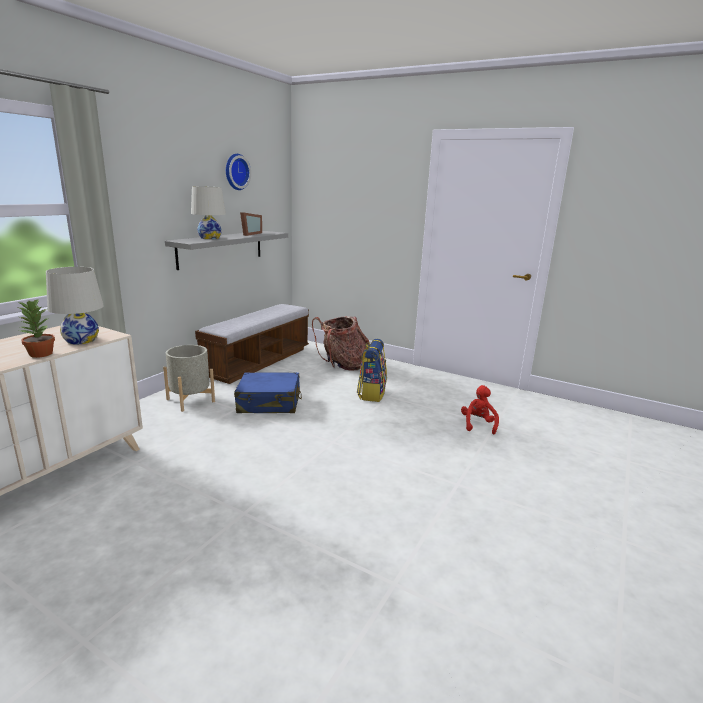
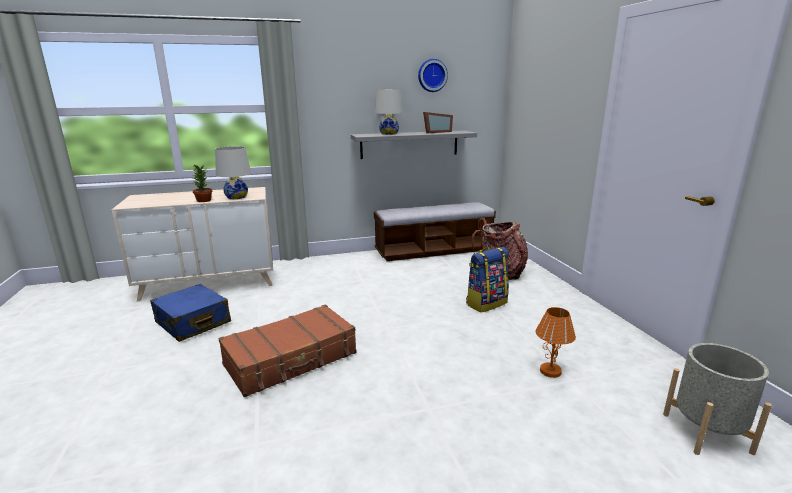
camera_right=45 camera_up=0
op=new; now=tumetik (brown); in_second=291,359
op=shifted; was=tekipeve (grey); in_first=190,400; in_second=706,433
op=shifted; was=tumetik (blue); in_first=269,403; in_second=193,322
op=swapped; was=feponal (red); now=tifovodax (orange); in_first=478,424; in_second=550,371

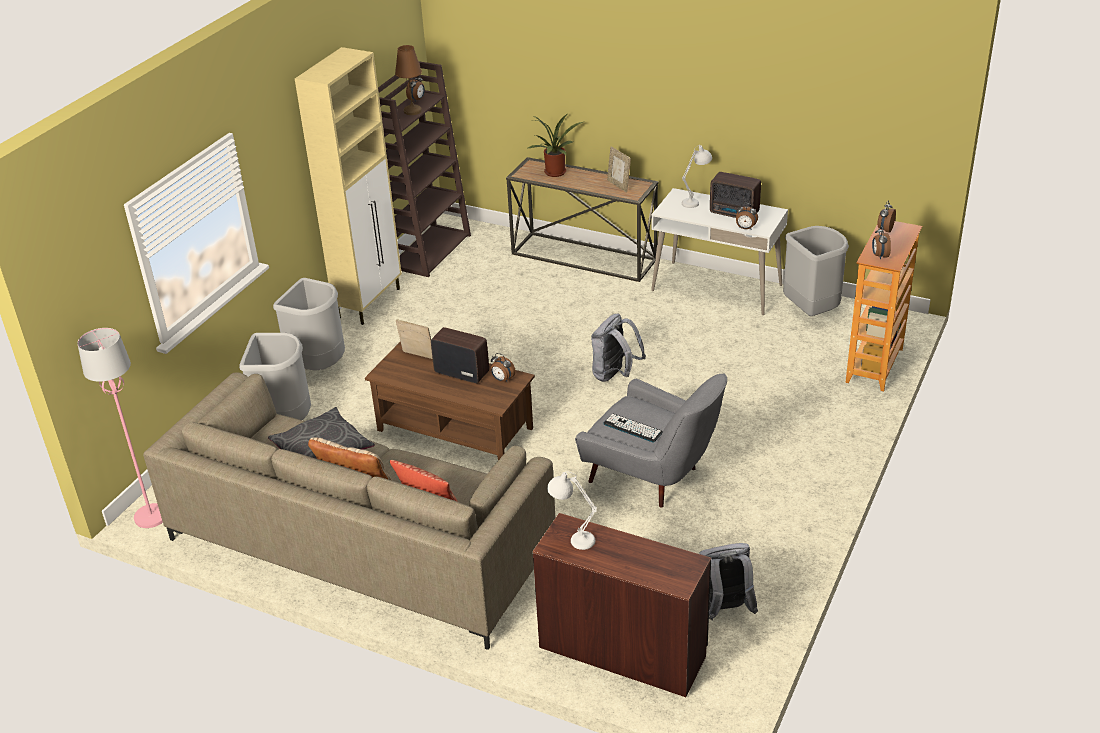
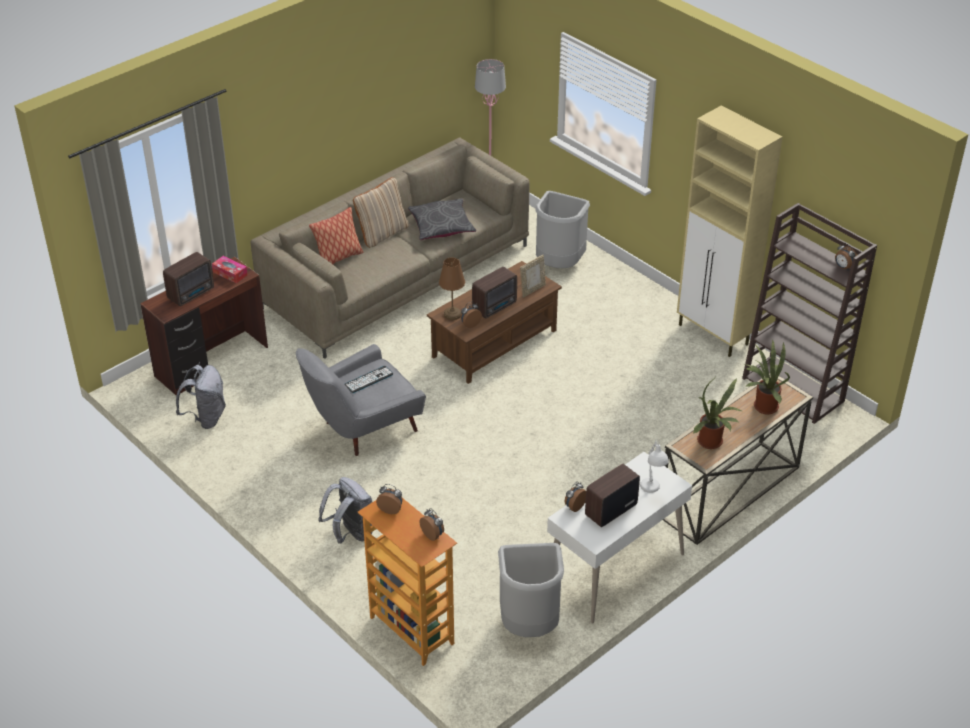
camera_right=110 camera_up=5
op=gone; was=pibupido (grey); in_first=319,367
op=new; now=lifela; in_second=192,293
op=shifted; was=tifovodax (brown); in_first=413,111; in_second=452,314
op=shifted; was=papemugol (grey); in_first=615,375; in_second=350,533
op=swapped; was=tifovodax (white); now=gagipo; in_first=572,539; in_second=230,273
op=swapped; was=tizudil; now=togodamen; in_first=619,185; in_second=712,443

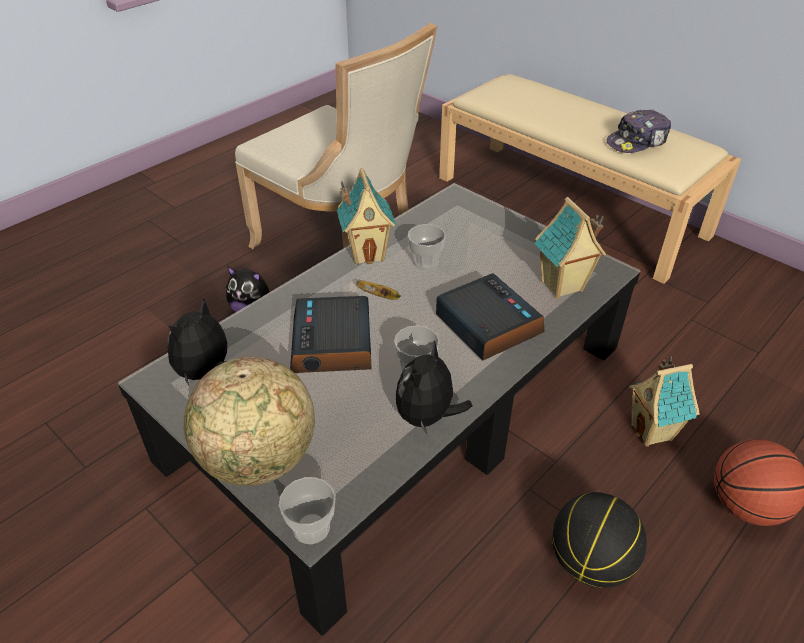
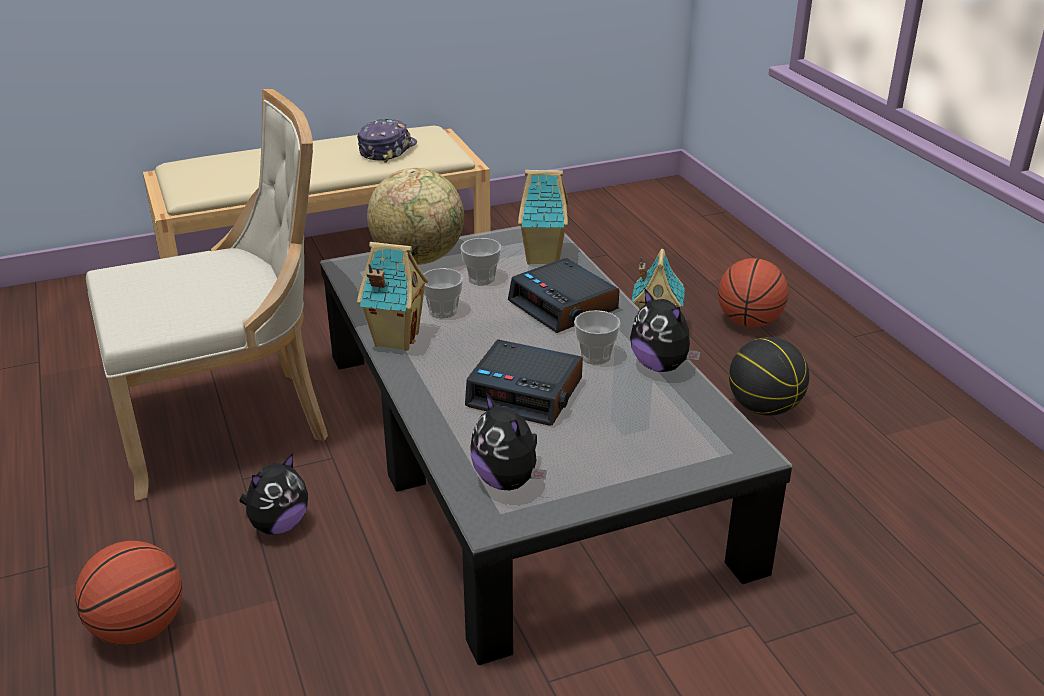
camera_right=-65 camera_up=-10
op=gone; was=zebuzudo; in_first=381,297
op=new; now=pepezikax; in_second=138,628
op=shifted; was=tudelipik; in_first=259,460; in_second=418,259
op=shifted; was=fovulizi; in_first=311,527; in_second=481,278
op=rotated; was=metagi; in_first=487,324; in_second=564,306; clockwise=-120
op=rotated; was=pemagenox; in_first=637,142; in_second=387,150; clockwise=-150

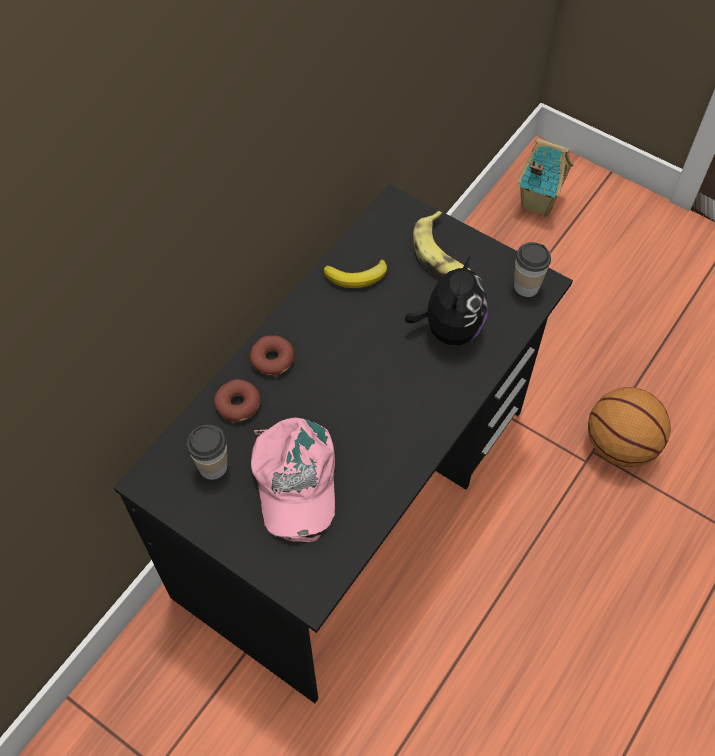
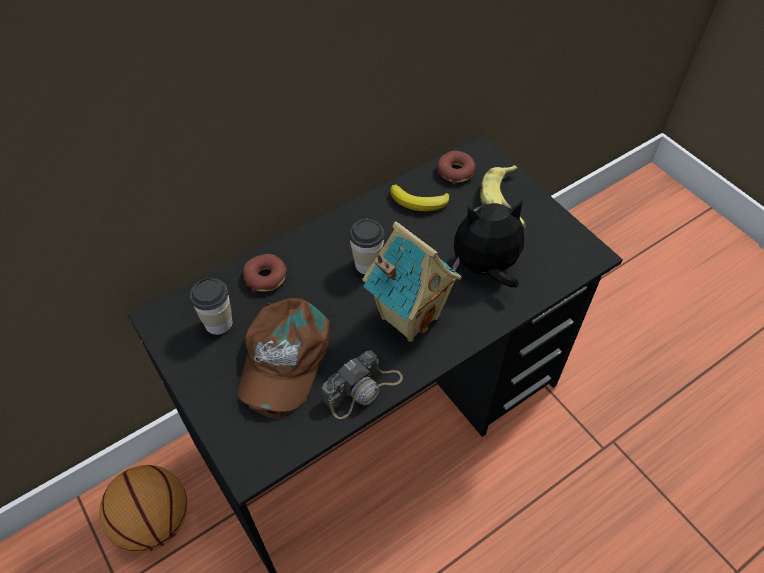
camera_right=20 camera_up=-5
op=new; now=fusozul; in_second=363,389
op=shifted; was=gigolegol; in_first=272,359; in_second=455,171
op=shifted; was=fovulizi; in_first=526,286; in_second=367,264
op=shifted; was=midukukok; in_first=537,202; in_second=409,316
op=shifted; was=pepezikax; in_first=620,445; in_second=155,521
op=repainted; was=pemagenox (pink); now=pemagenox (brown); in_first=294,481; in_second=283,358
op=rotated; was=feponal; in_first=449,328; in_second=485,268; clockwise=-135

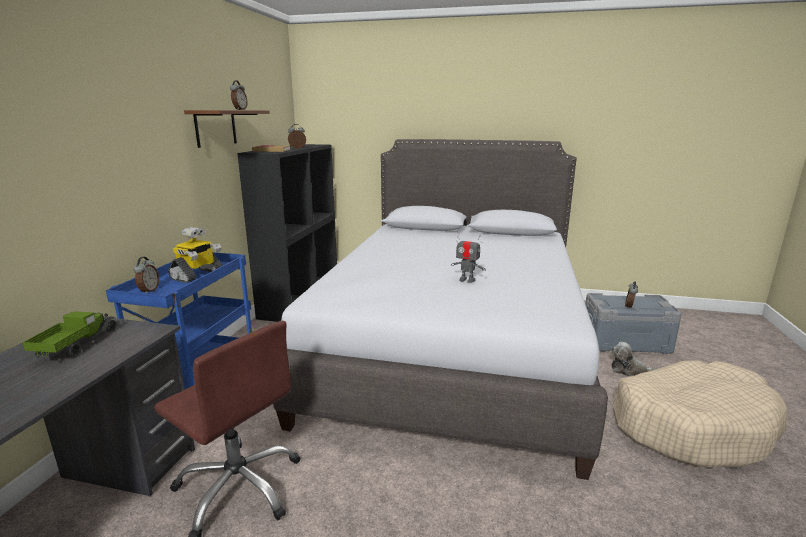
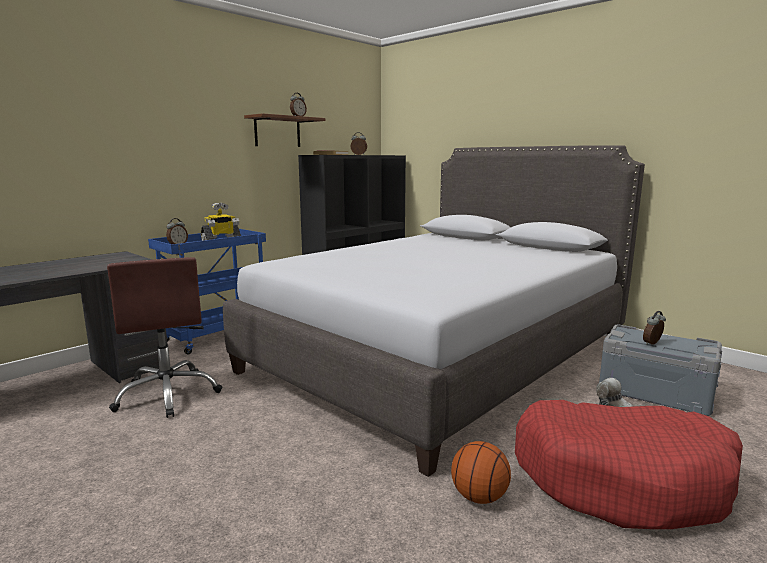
camera_right=30 camera_up=-5
op=gone; was=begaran; in_first=77,346
op=gone; was=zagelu; in_first=467,280
op=new; now=pepezikax; in_second=479,497
op=repainted; was=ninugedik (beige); now=ninugedik (red); in_first=690,425; in_second=622,479

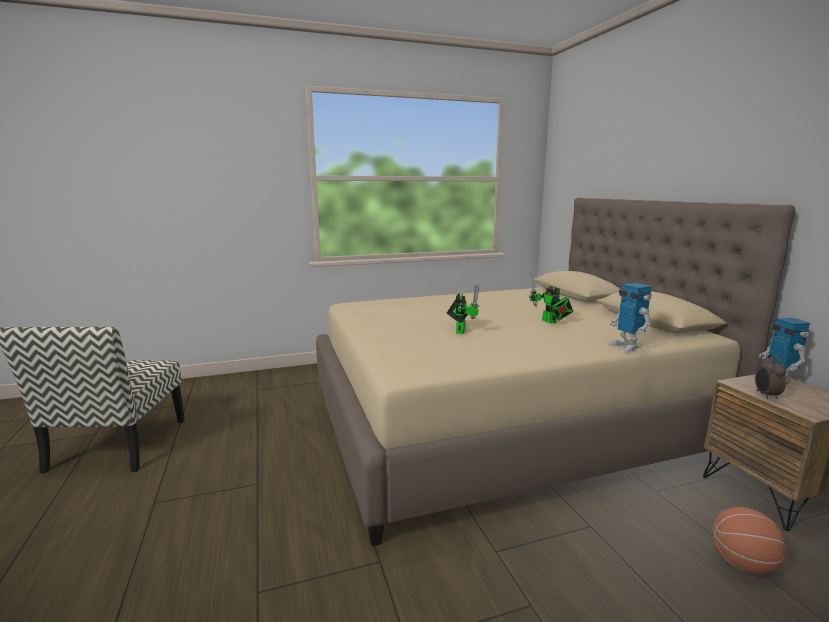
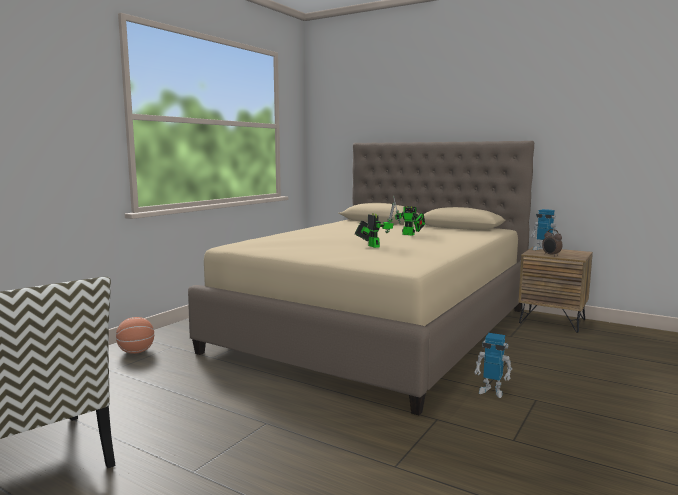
camera_right=-40 camera_up=-5
op=shifted; was=zagelu; in_first=626,346; in_second=491,391
op=shifted; was=pepezikax; in_first=741,563; in_second=136,352

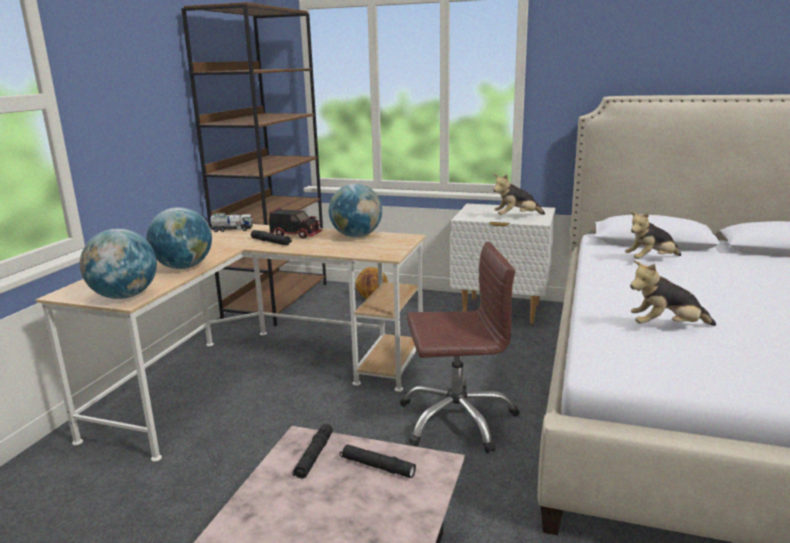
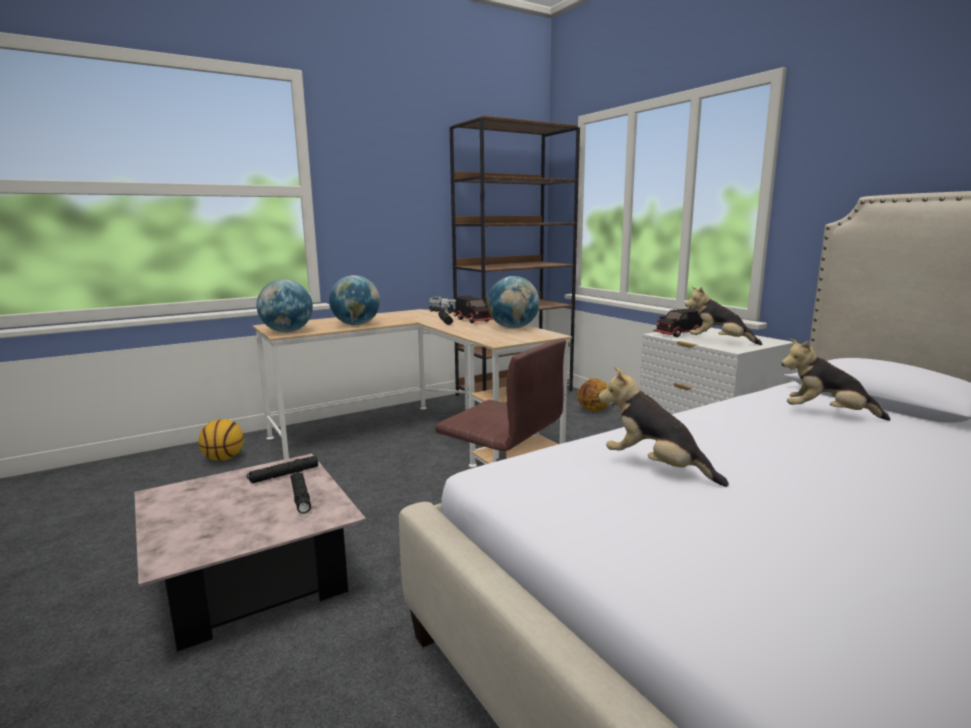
camera_right=40 camera_up=-5
op=new; now=pepezikax; in_second=224,458
op=new; now=begaran; in_second=680,334

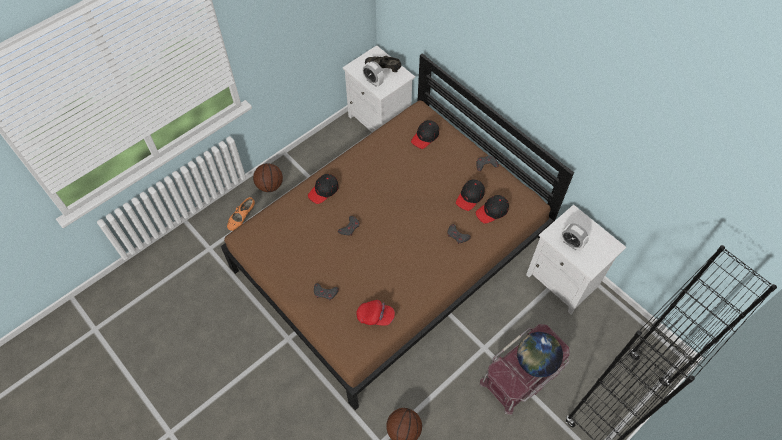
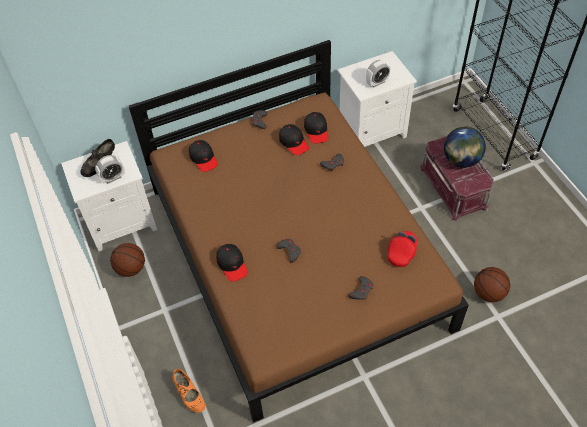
camera_right=-70 camera_up=-5
op=shifted; was=pepezikax; in_first=270,186; in_second=131,268

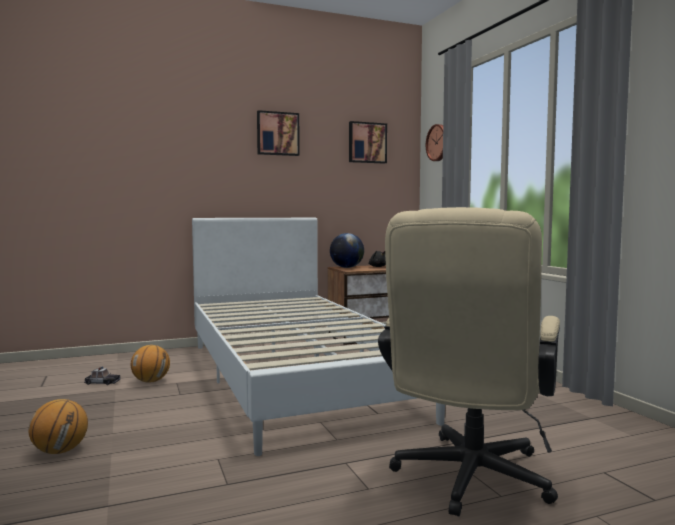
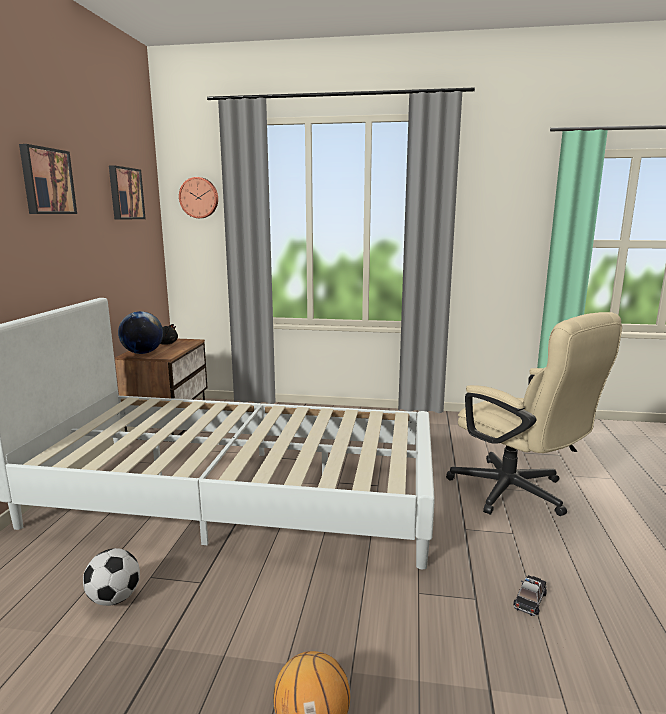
camera_right=-60 camera_up=10
op=shifted; was=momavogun; in_first=102,382; in_second=530,599
op=swapped; was=pepezikax; now=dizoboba; in_first=151,381; in_second=114,598

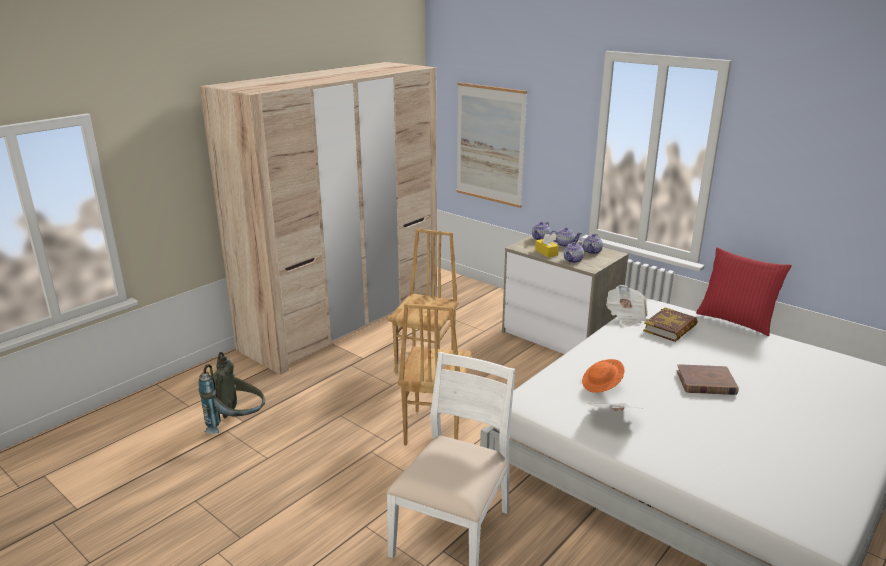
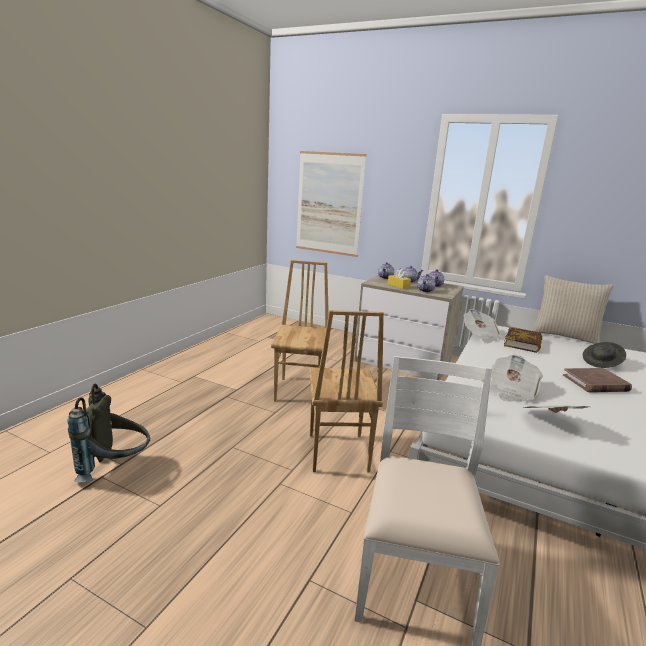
camera_right=-15 camera_up=-5
op=gone; was=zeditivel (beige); in_first=344,321
op=new; now=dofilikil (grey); in_second=602,363
op=swapped; was=dofilikil (orange); now=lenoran; in_first=602,385; in_second=511,391
op=repainted; was=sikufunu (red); now=sikufunu (beige); in_first=736,320; in_second=564,336

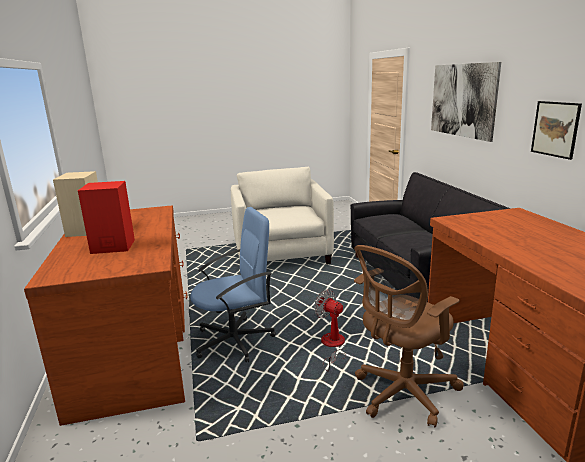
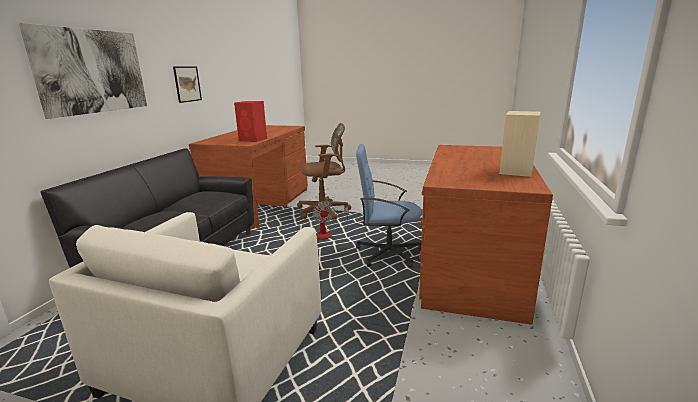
camera_right=-150 camera_up=0
op=shifted; was=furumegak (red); in_first=112,246; in_second=253,139

